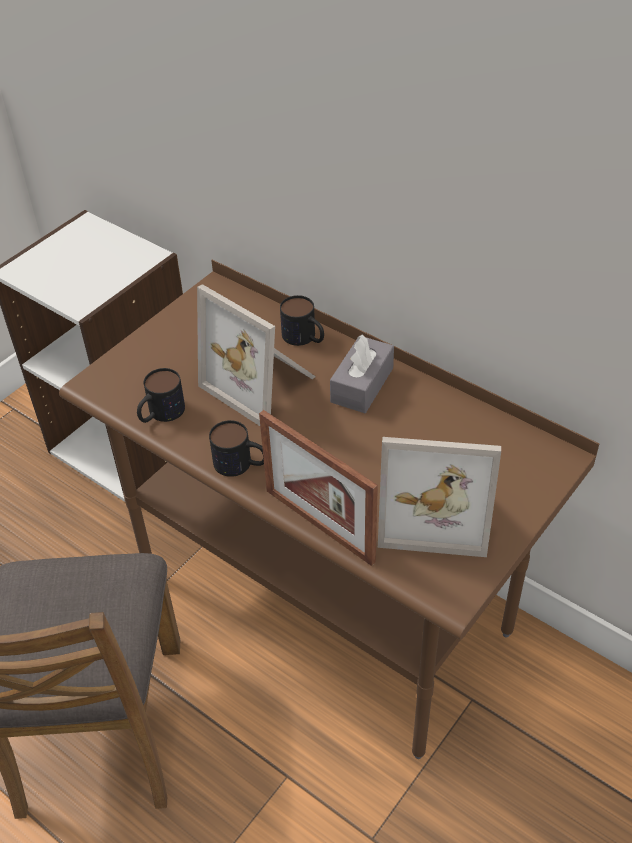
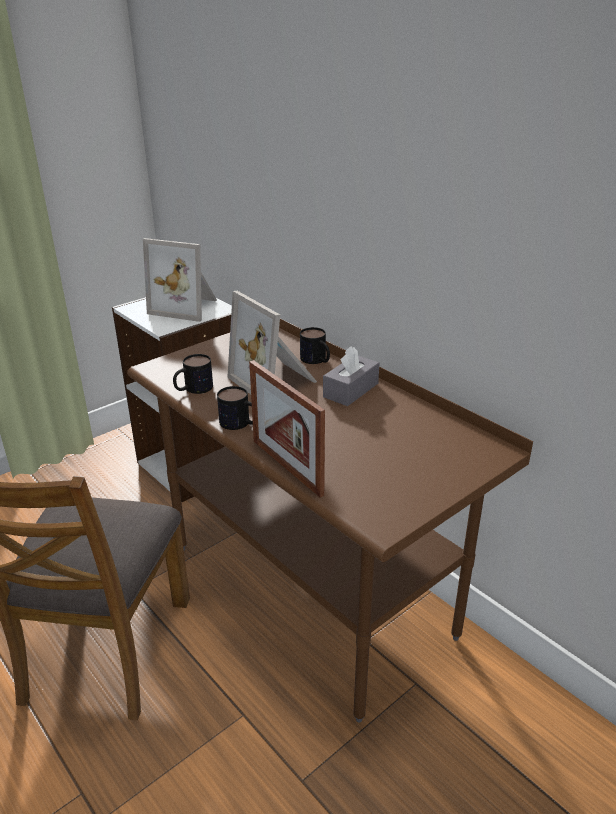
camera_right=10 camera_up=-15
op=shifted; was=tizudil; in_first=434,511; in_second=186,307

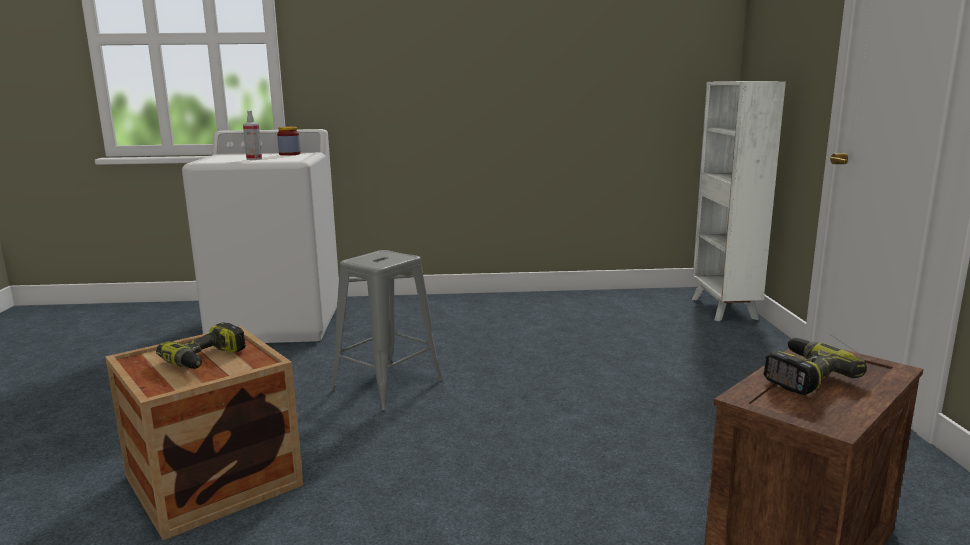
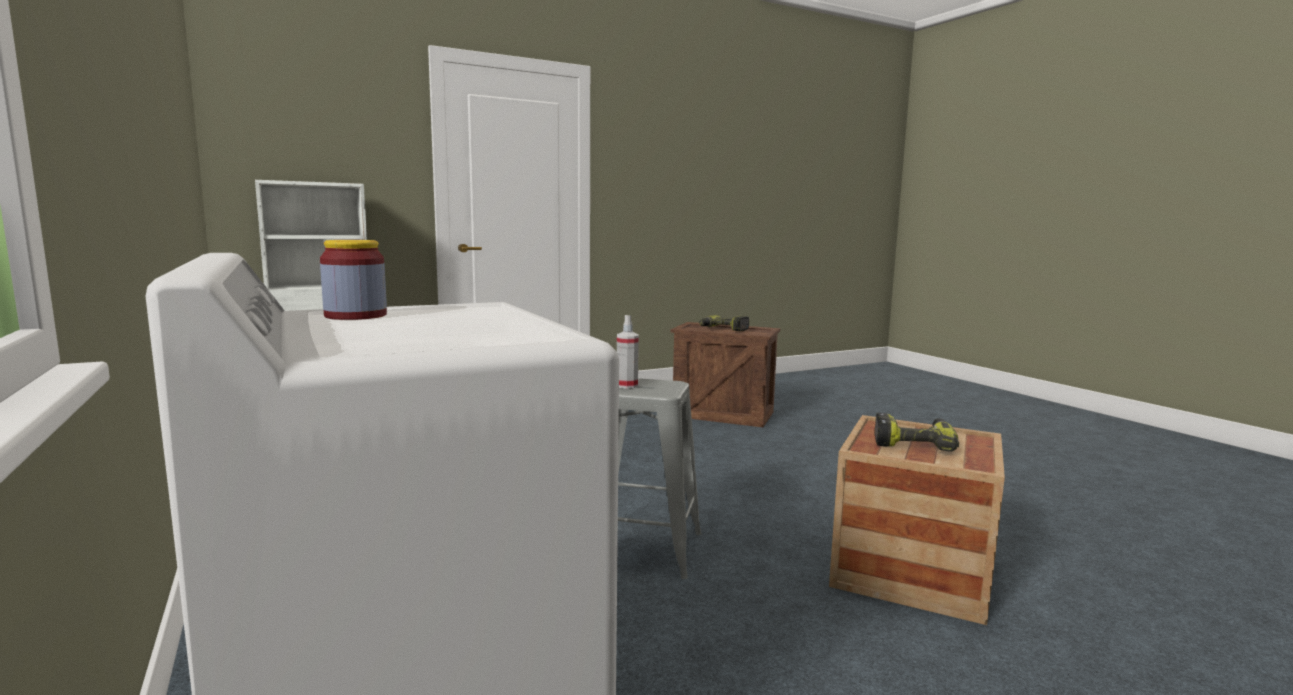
camera_right=-115 camera_up=-5
op=shifted; was=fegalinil; in_first=254,159; in_second=627,385

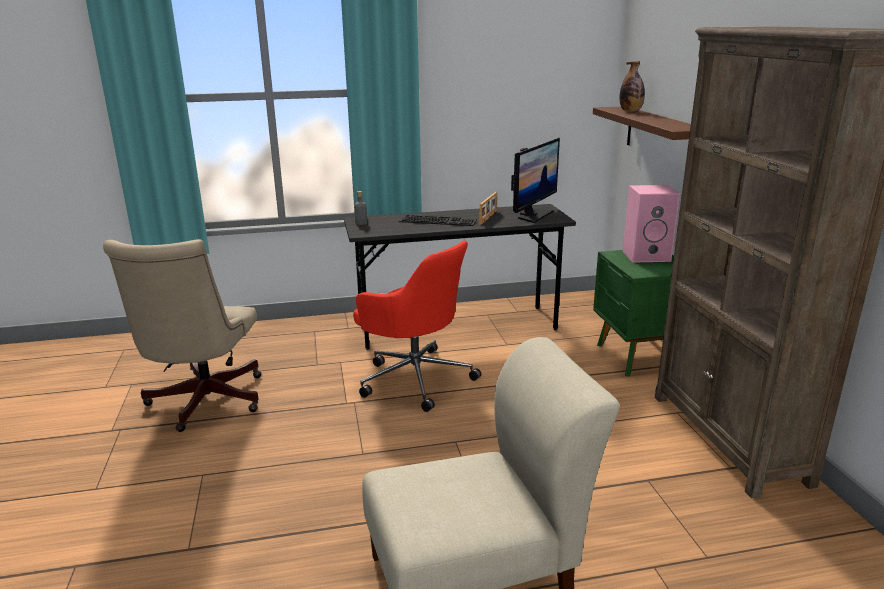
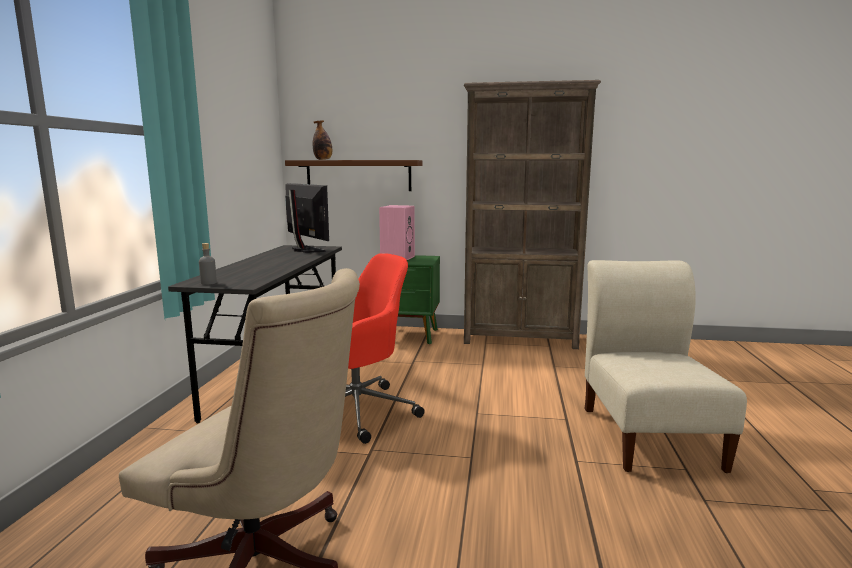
camera_right=-70 camera_up=-10
op=gone; was=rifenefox; in_first=439,220
op=gone; was=tizudil; in_first=489,217

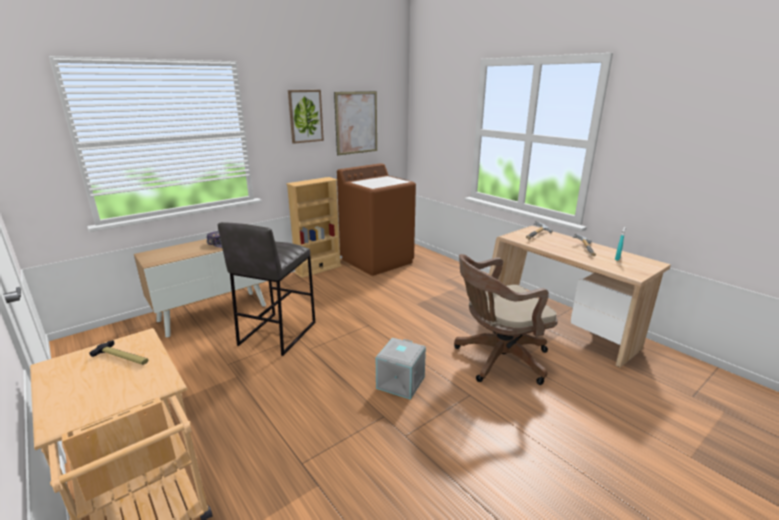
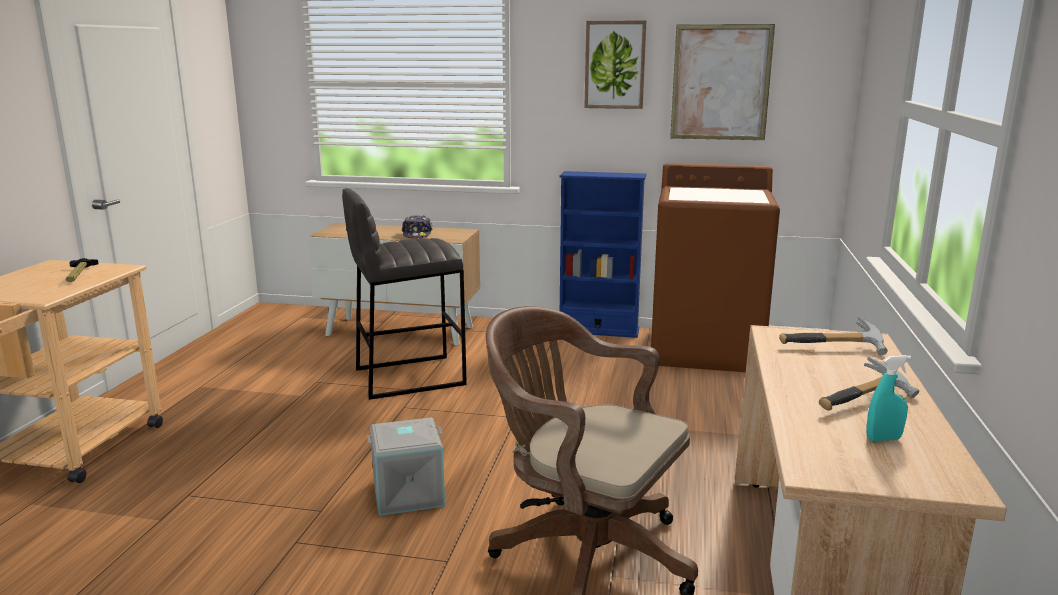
camera_right=50 camera_up=-5
op=repainted; was=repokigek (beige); now=repokigek (blue); in_first=318,269; in_second=598,330

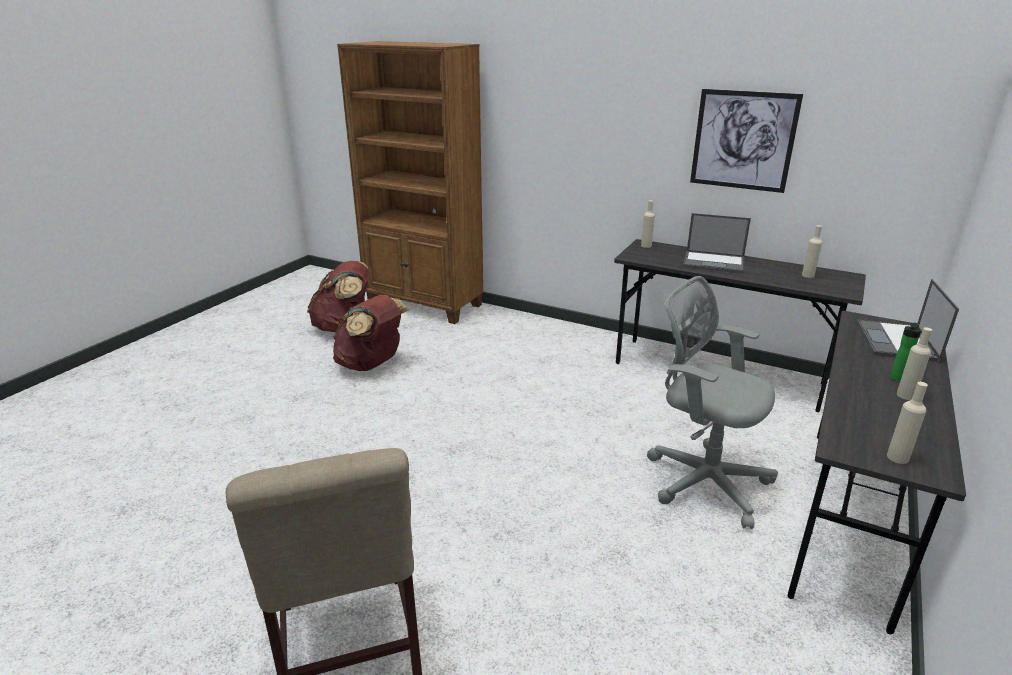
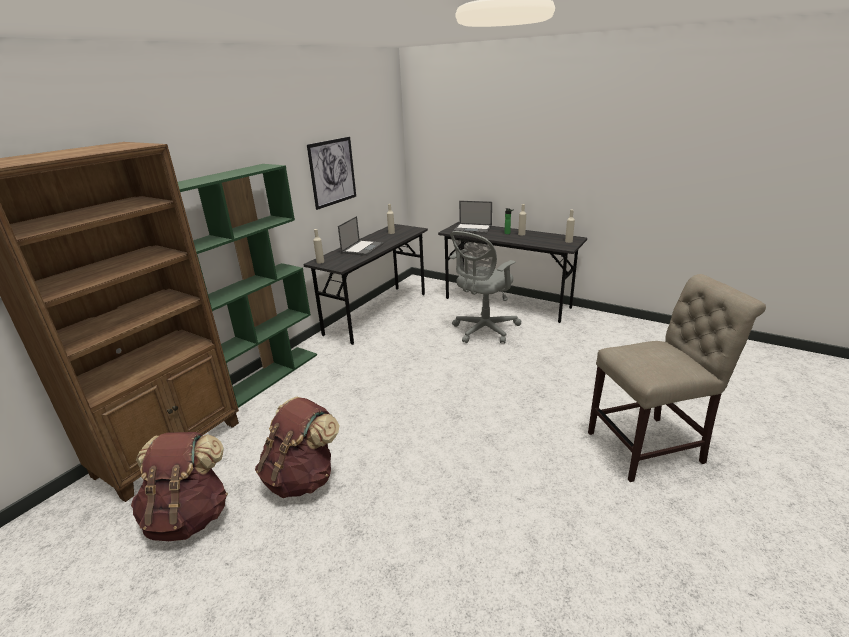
camera_right=-85 camera_up=0
op=new; now=repokigek (green); in_second=269,375

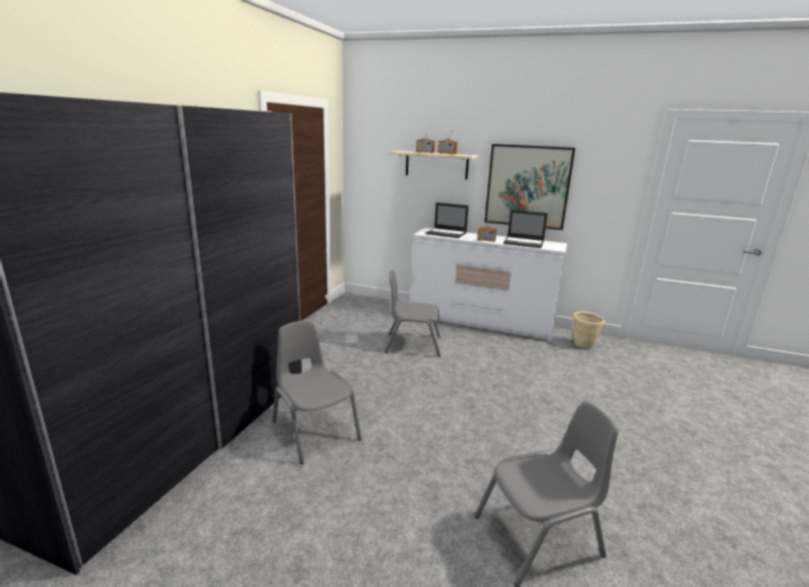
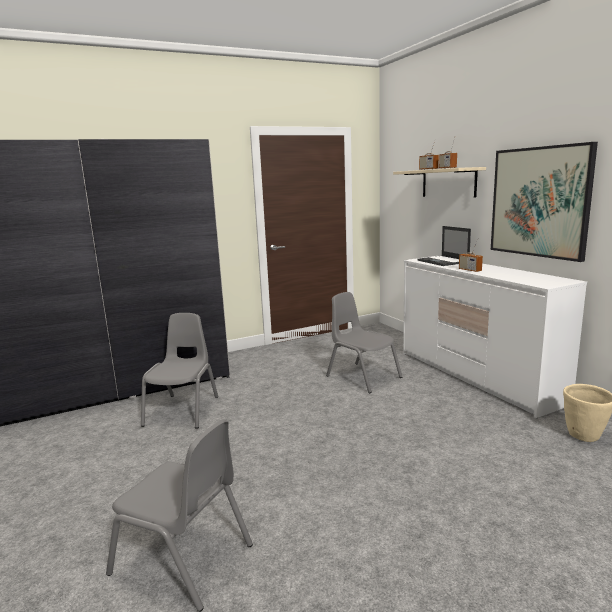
camera_right=45 camera_up=-5
op=gone; was=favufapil; in_first=524,243

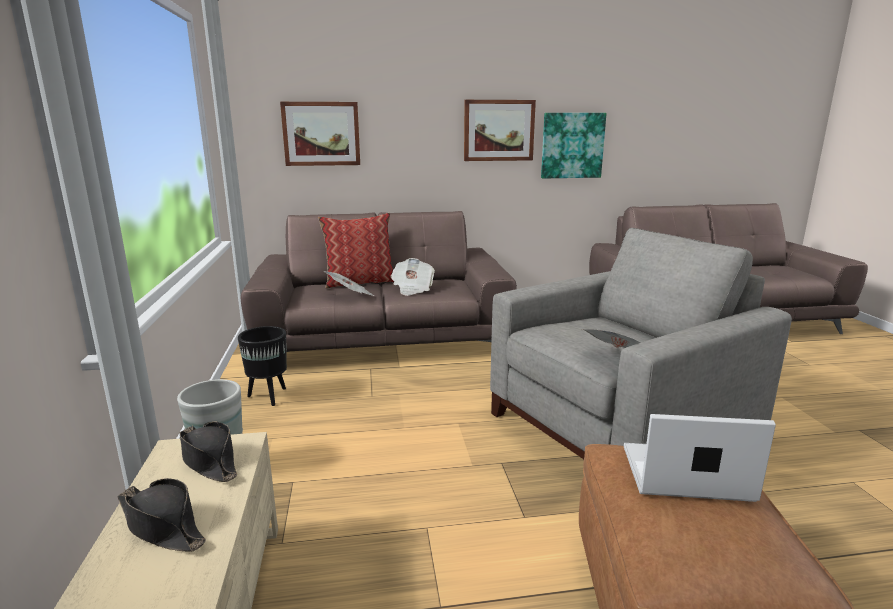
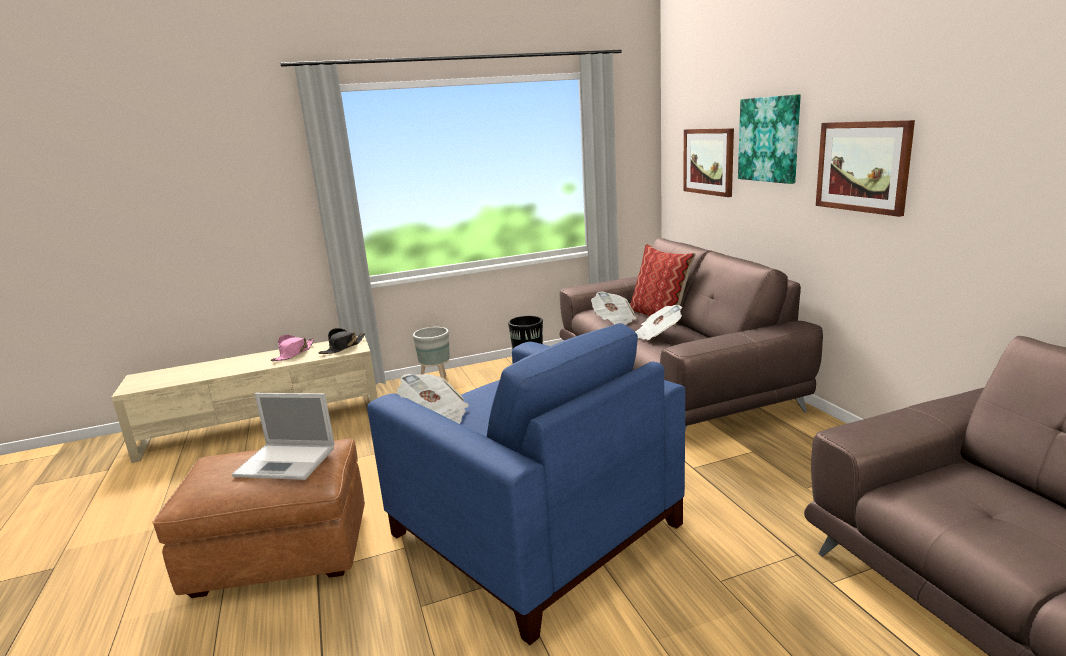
camera_right=80 camera_up=0
op=shifted; was=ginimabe; in_first=572,145; in_second=769,139
op=repainted; was=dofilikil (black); now=dofilikil (pink); in_first=162,525; in_second=293,353
op=repainted; was=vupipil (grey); now=vupipil (blue); in_first=618,430; in_second=531,528
op=rotated; was=favufapil; in_first=683,474; in_second=287,461; clockwise=105

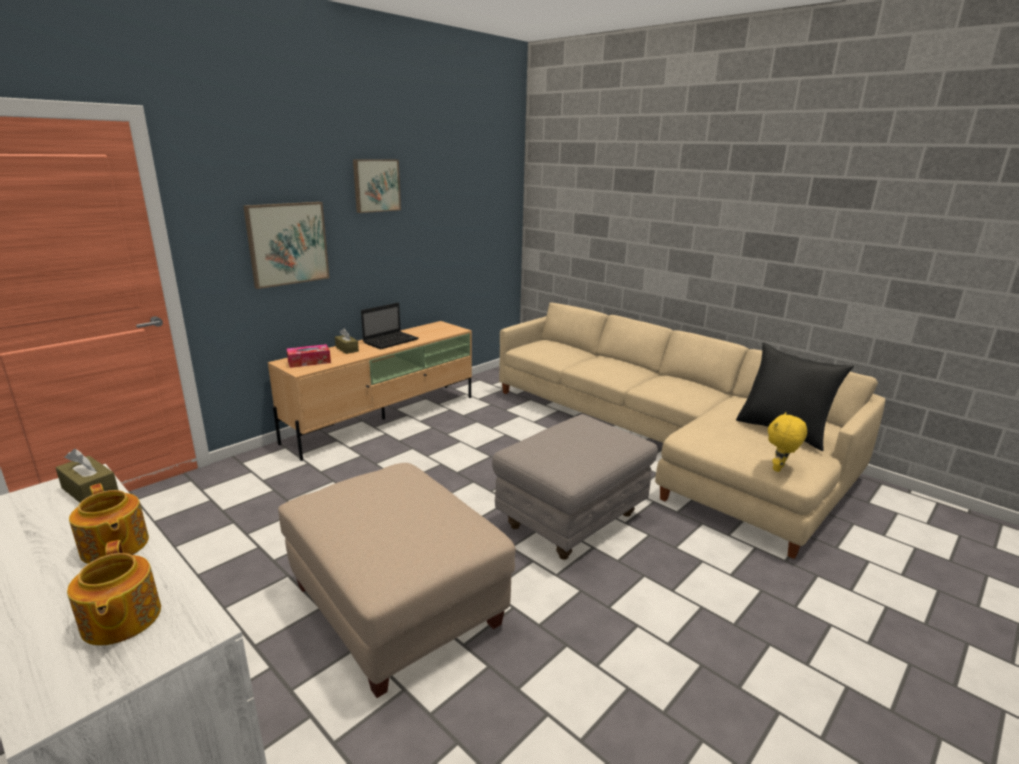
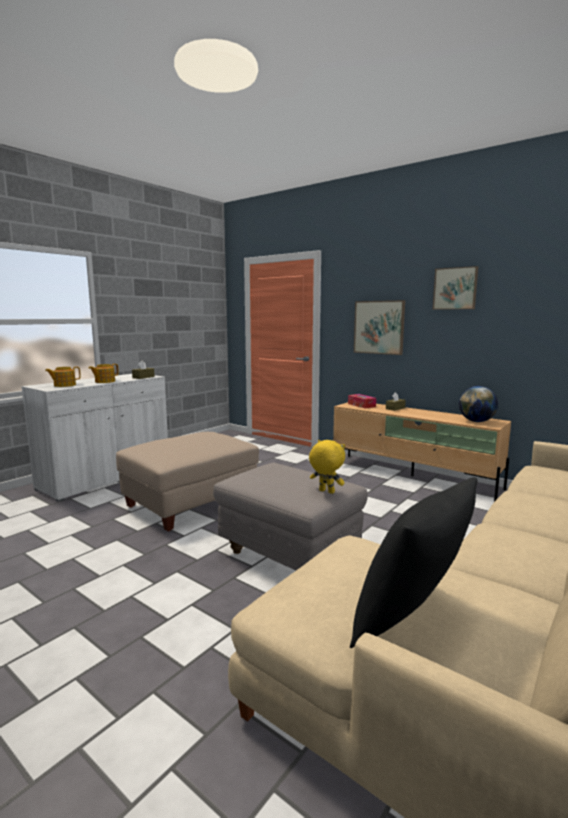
camera_right=85 camera_up=-10
op=gone; was=favufapil; in_first=391,341
op=new; now=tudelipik; in_second=476,421
op=shifted; was=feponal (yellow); in_first=779,469; in_second=326,492

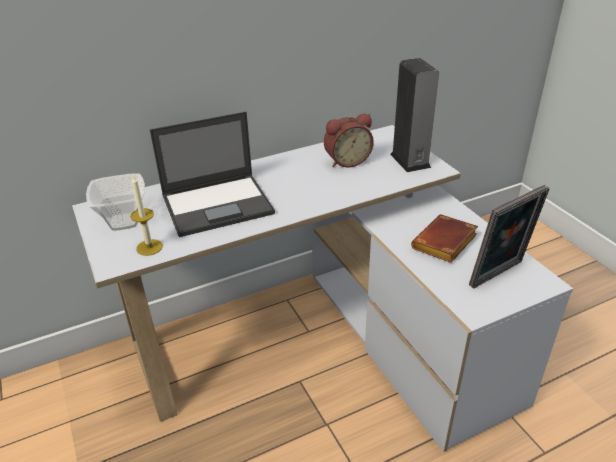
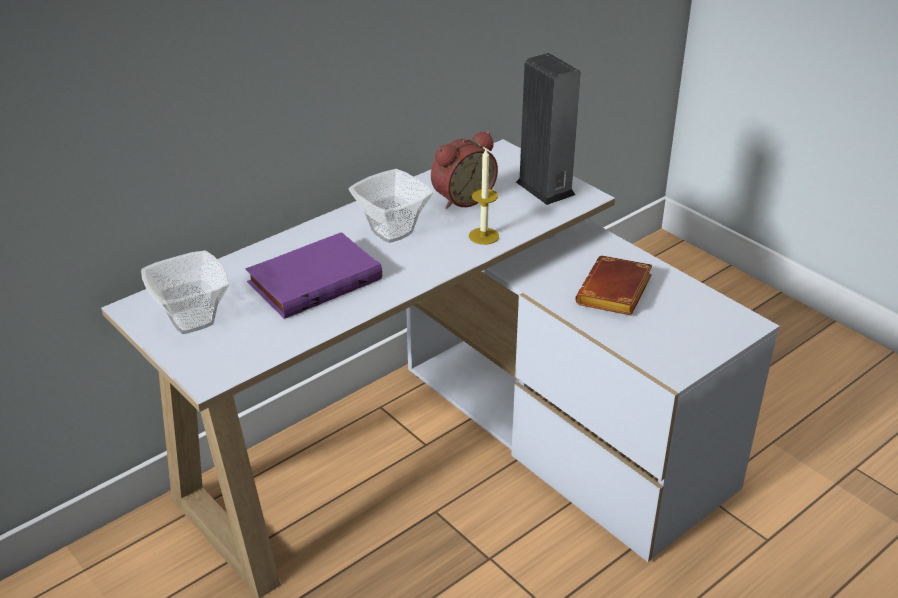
camera_right=-15 camera_up=0
op=gone; was=tizudil; in_first=499,275
op=new; now=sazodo; in_second=391,233
op=shifted; was=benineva; in_first=149,247; in_second=483,236
op=swapped; was=favufapil; now=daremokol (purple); in_first=219,204; in_second=314,279

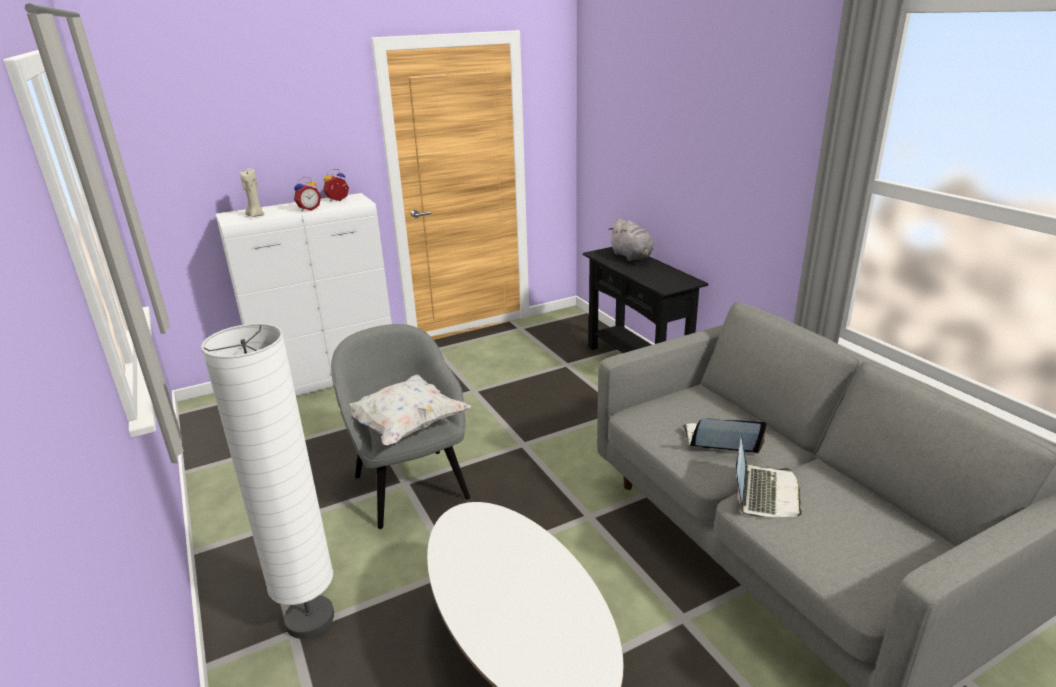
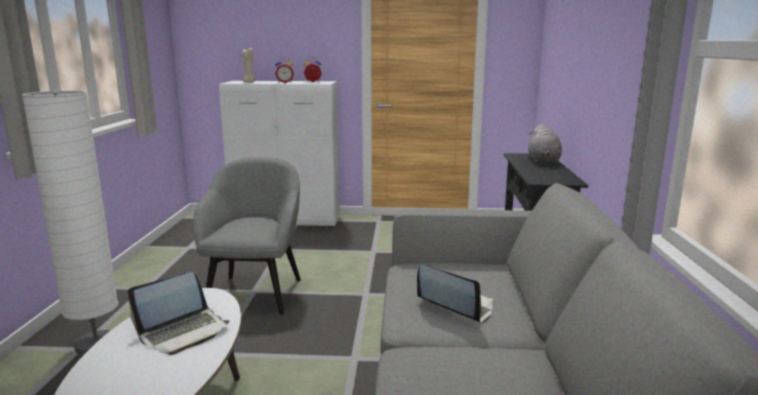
camera_right=30 camera_up=-10
op=gone; was=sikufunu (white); in_first=406,426
op=shifted; was=favufapil; in_first=764,493; in_second=183,332

